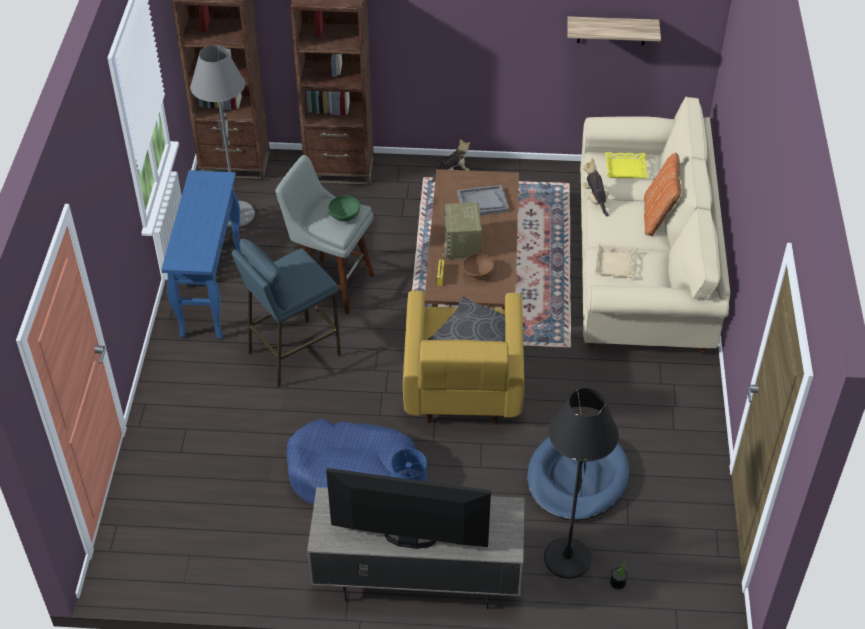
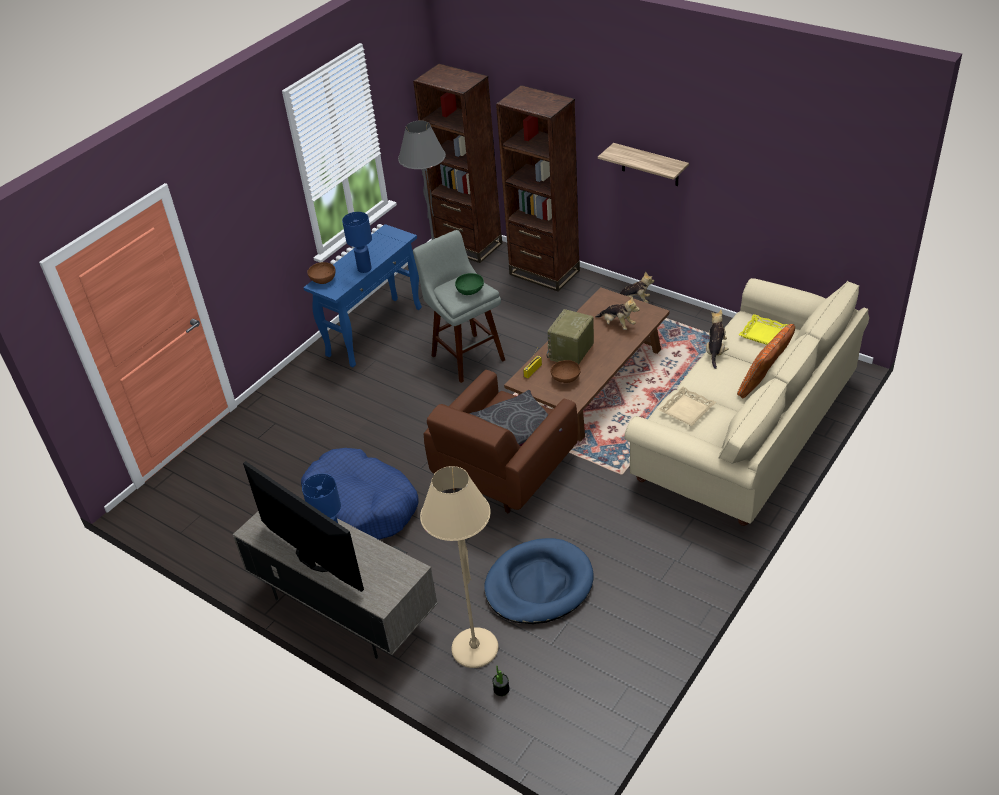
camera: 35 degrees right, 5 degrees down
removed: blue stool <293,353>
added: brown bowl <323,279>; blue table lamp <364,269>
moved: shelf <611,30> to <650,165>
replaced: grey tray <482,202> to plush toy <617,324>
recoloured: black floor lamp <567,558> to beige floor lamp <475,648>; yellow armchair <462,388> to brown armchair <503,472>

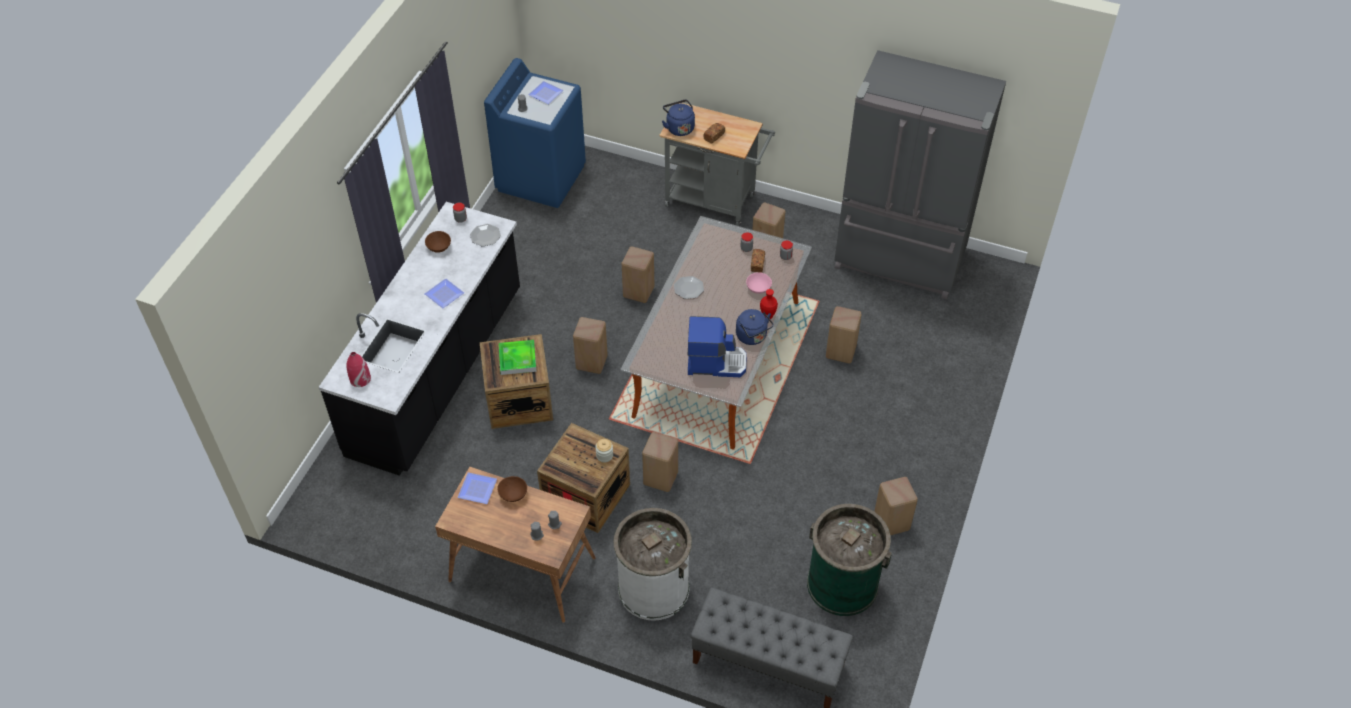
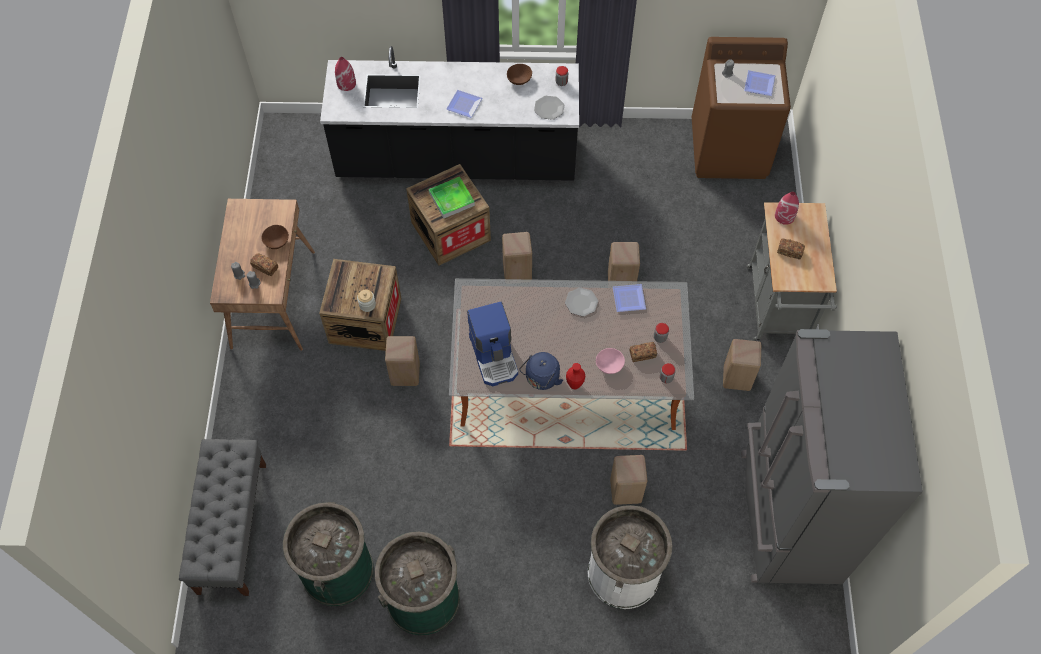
camera: 70 degrees right, 10 degrees up
added: bread <265,267>
moved: white trash can <653,588> to <623,573>; plate <478,490> to <628,300>
replaced: beige stool <891,523> to green trash can <423,598>; blue kettle <679,127> to red vase <785,216>
recoloured: blue washing machine <541,177> to brown washing machine <729,149>

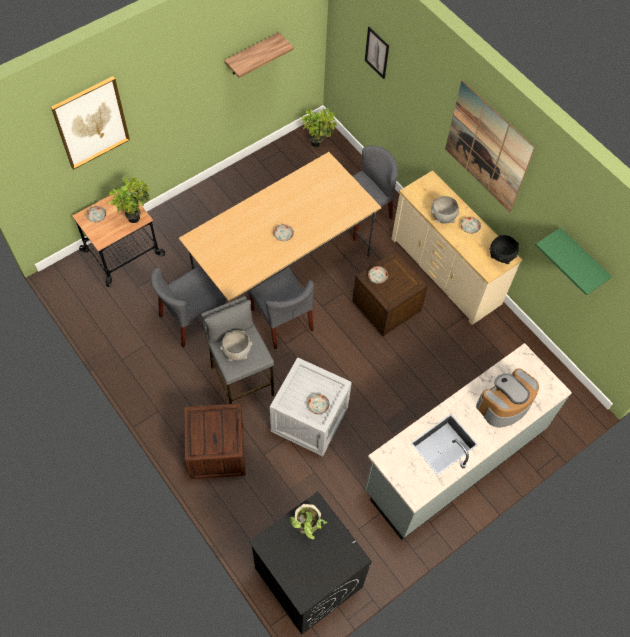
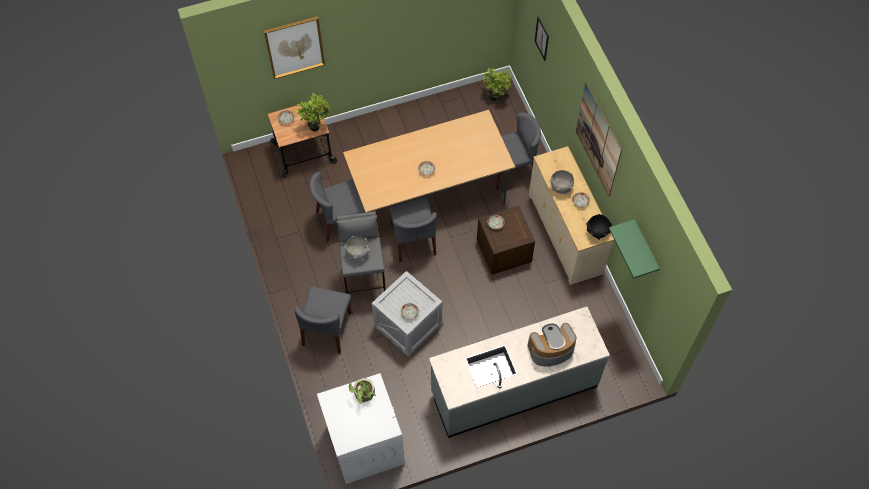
camera: 20 degrees right, 0 degrees up
removed: shelf <252,54>
replaced: crate <217,451> to grey chair <327,329>
recoloured: black washing machine <307,577> to white washing machine <364,444>

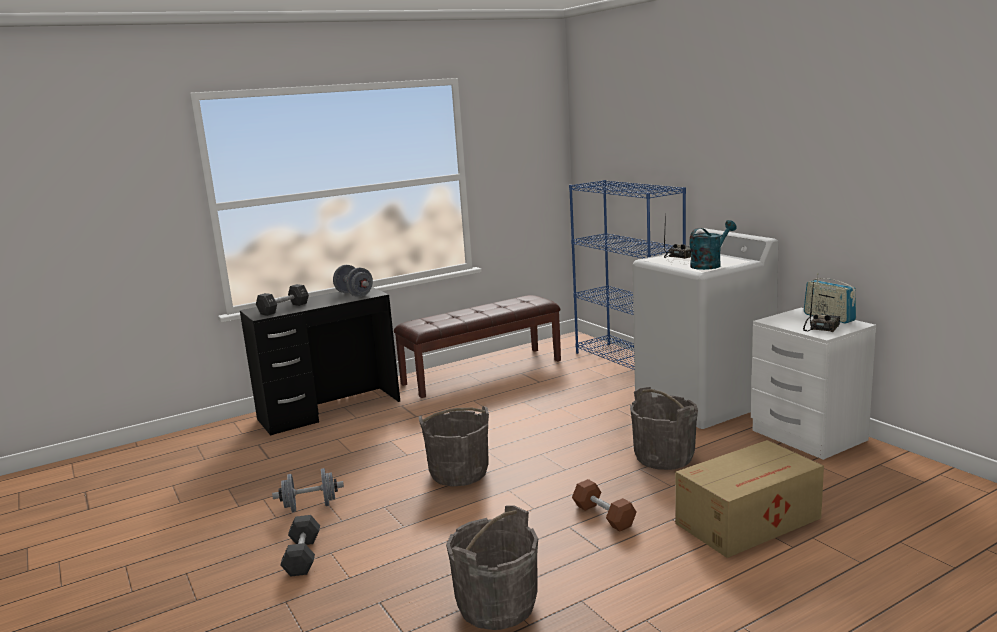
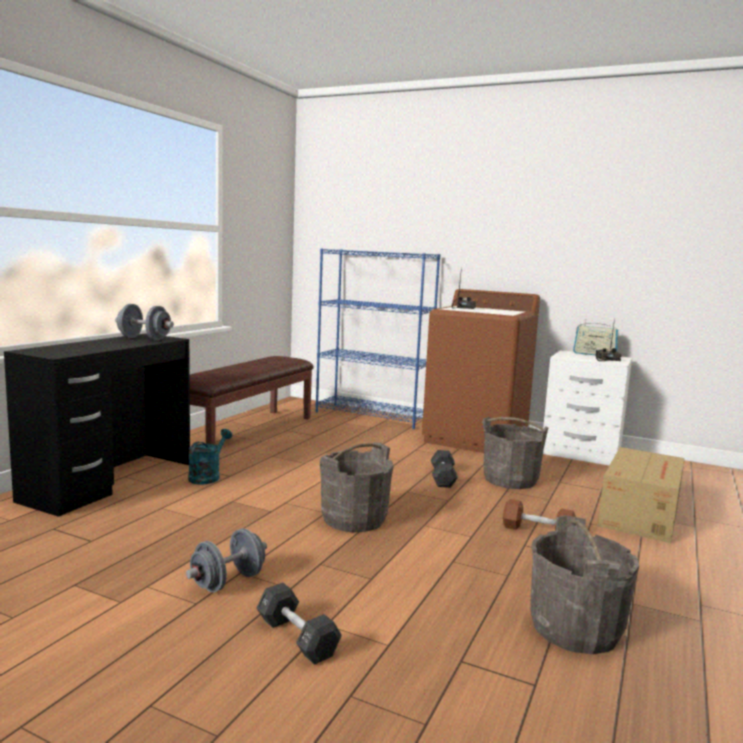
camera: 35 degrees left, 5 degrees down
moved: turquoise watering can <709,265> to <207,476>; black dumbbell <284,309> to <443,478>
recoloured: white washing machine <703,402> to brown washing machine <476,439>

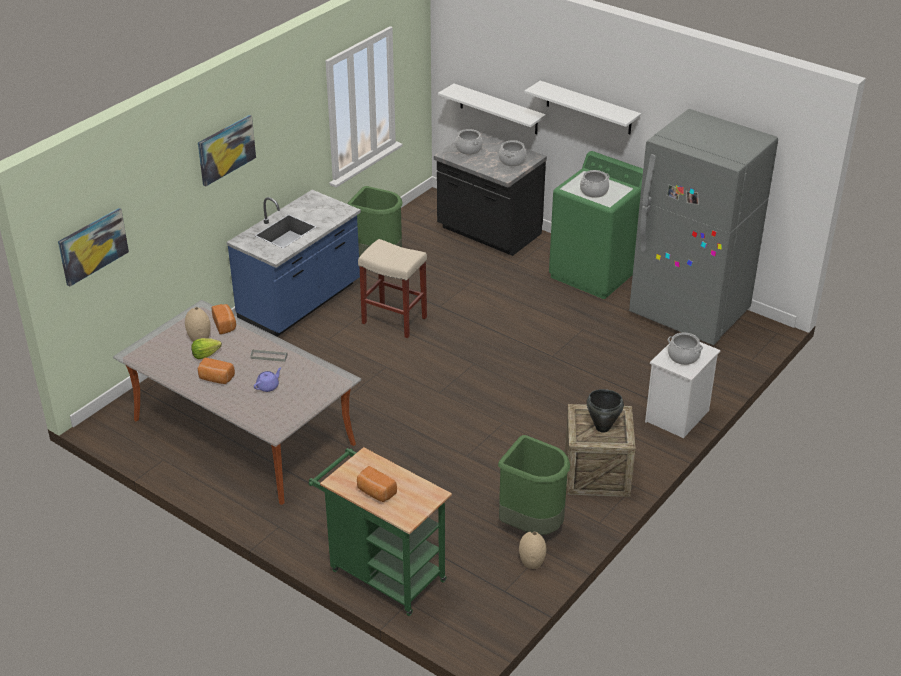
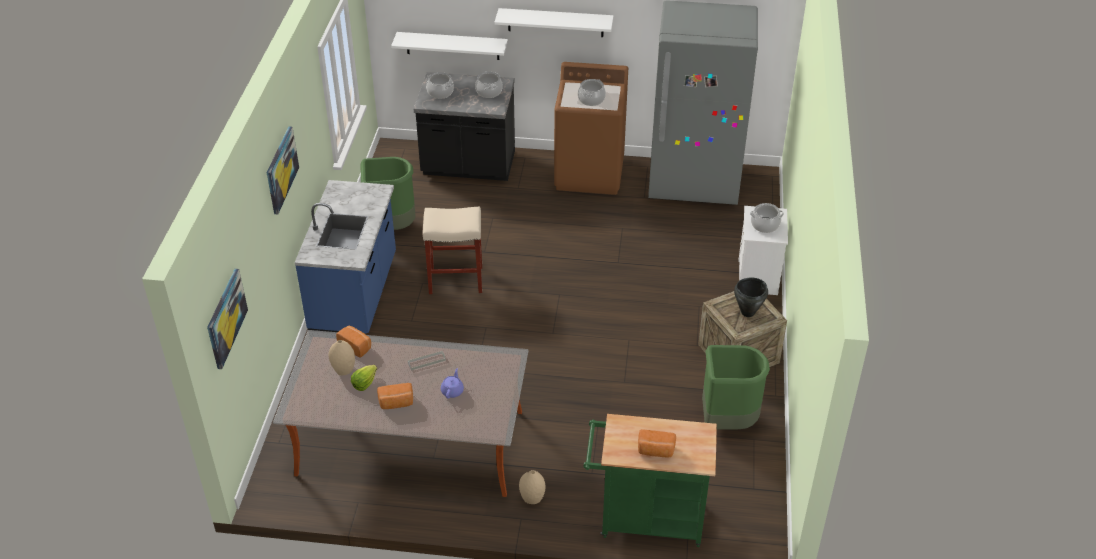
camera: 30 degrees left, 5 degrees up
moved: beige vase <532,562> to <532,498>
recoloured: green washing machine <594,273> to brown washing machine <590,173>

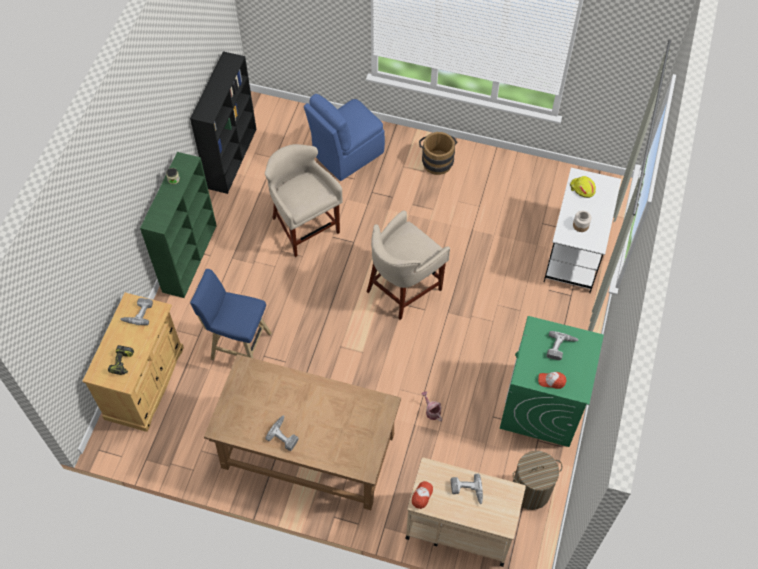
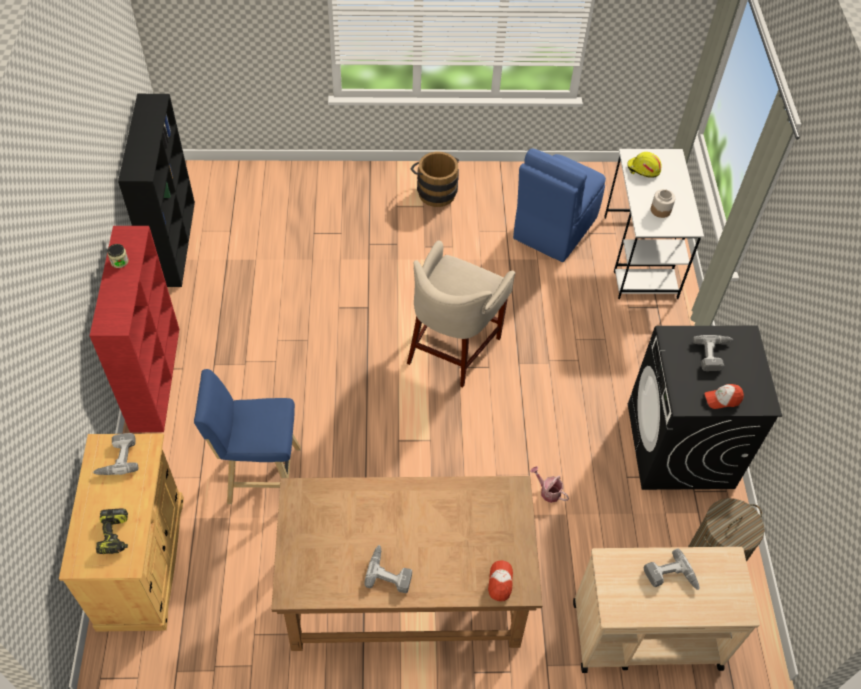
camera: 20 degrees left, 5 degrees down
removed: beige stool <304,227>
moved: cap <422,496> to <500,582>; blue chair <346,154> to <553,229>
recoloured: green bookcase <190,257> to red bookcase <155,377>; green washing machine <542,405> to black washing machine <680,446>

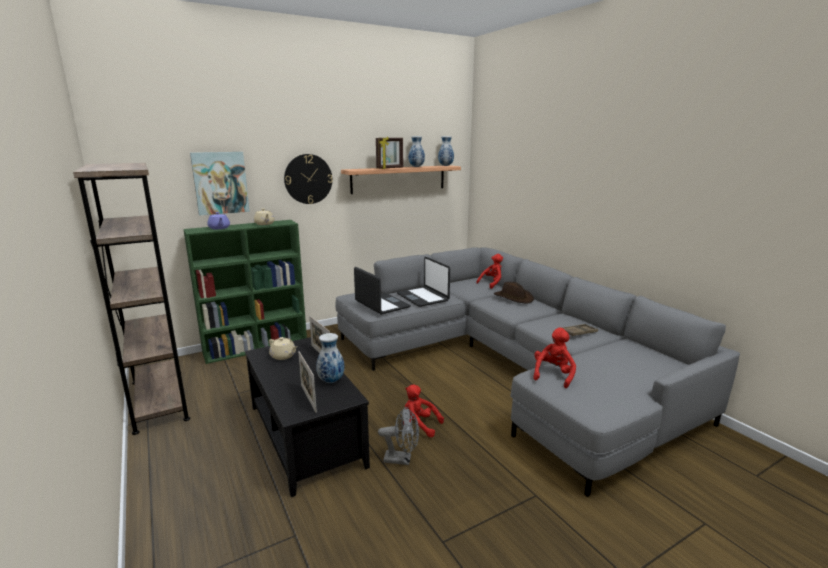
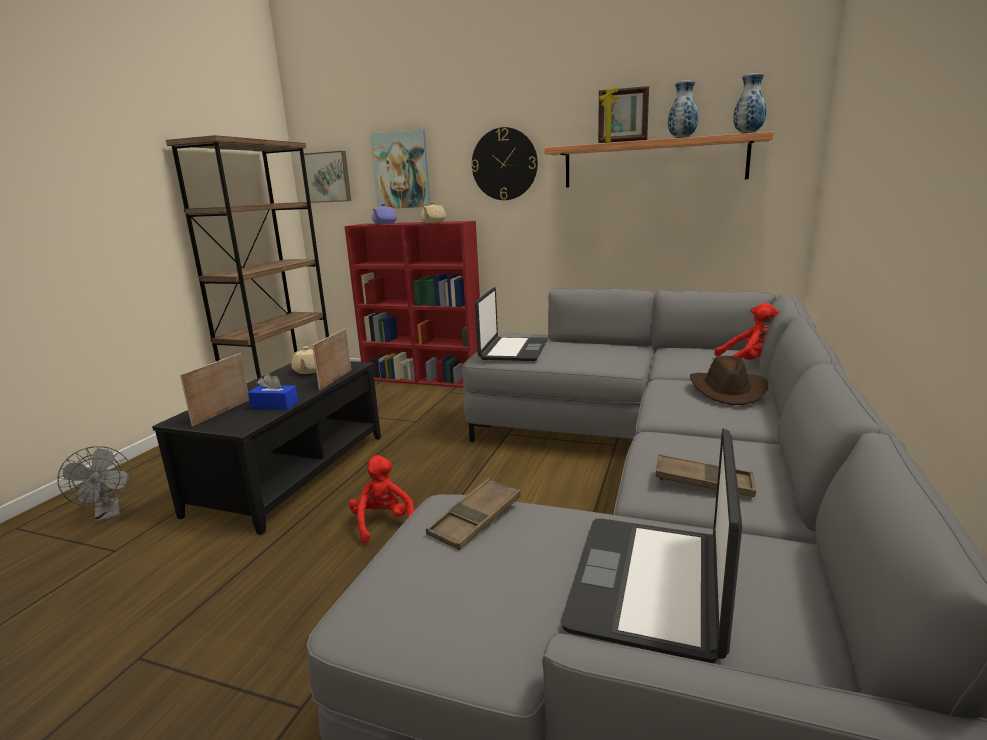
camera: 50 degrees right, 0 degrees up
added: picture <328,177>
moved: grey fan <402,459> to <108,515>; laptop <423,297> to <651,585>
replaced: vase <331,380> to blue tissue box <275,405>; red plush toy <553,375> to brown tray <475,519>
recoloured: green bookcase <257,347> to red bookcase <424,379>

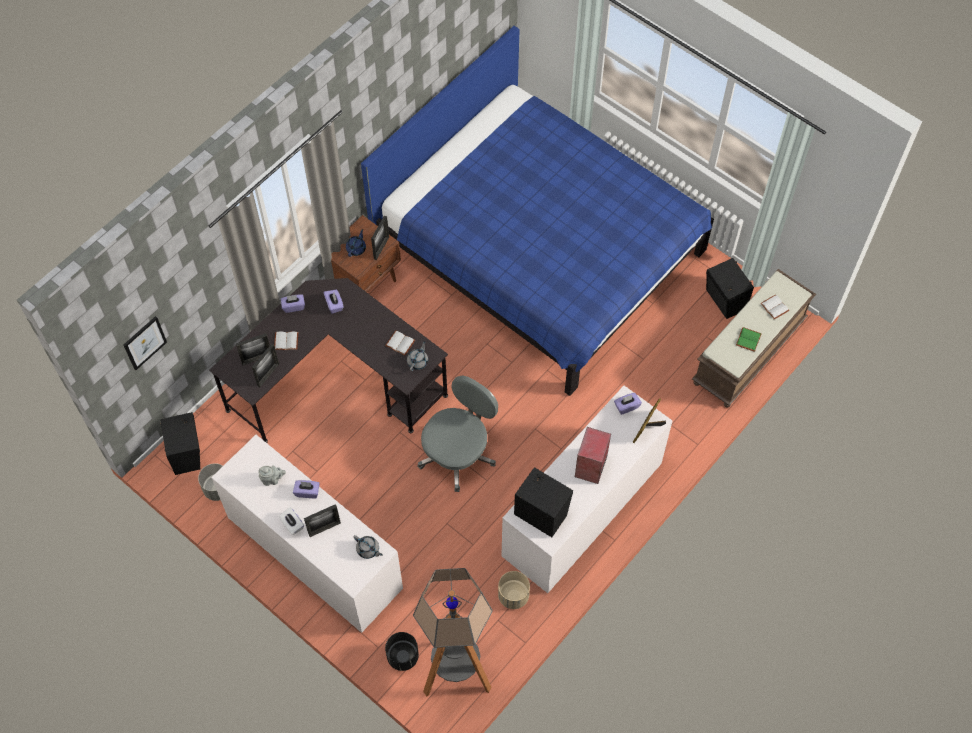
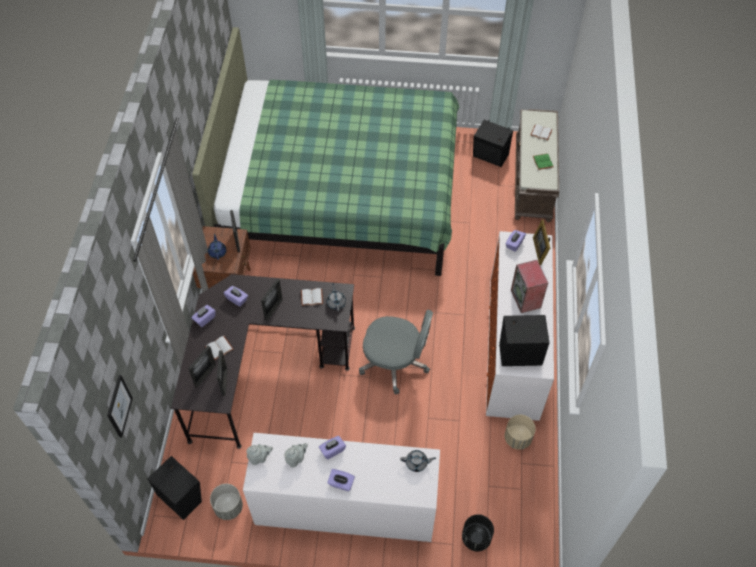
camera: 35 degrees left, 5 degrees down
removed: floor lamp <456,673>
added: grey teapot <260,458>
moved: picture frame <324,528> to <273,309>
recoloured: blue bed <539,251> to green bed <339,192>; white tissue box <292,524> to purple tissue box <341,483>
turned: grey office chair <458,453> = <395,363> 105 degrees clockwise

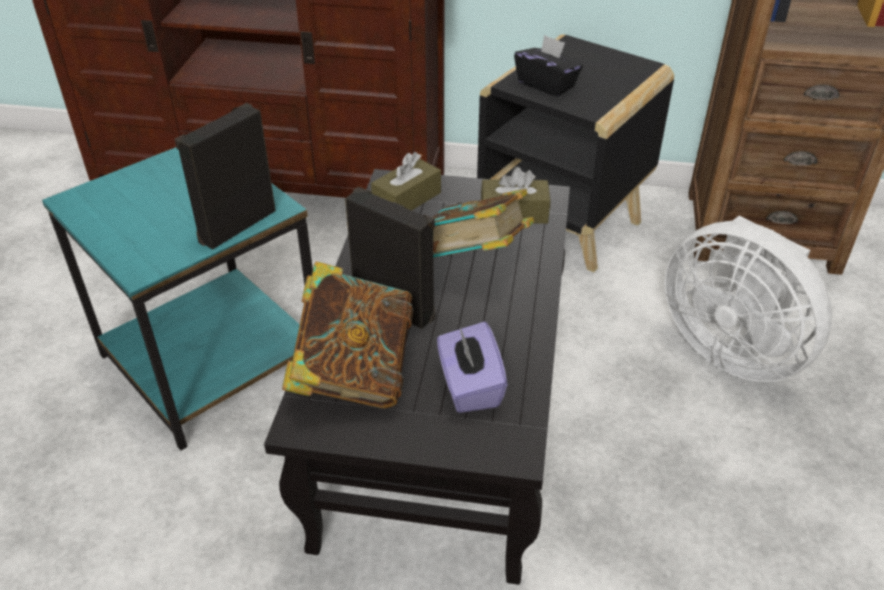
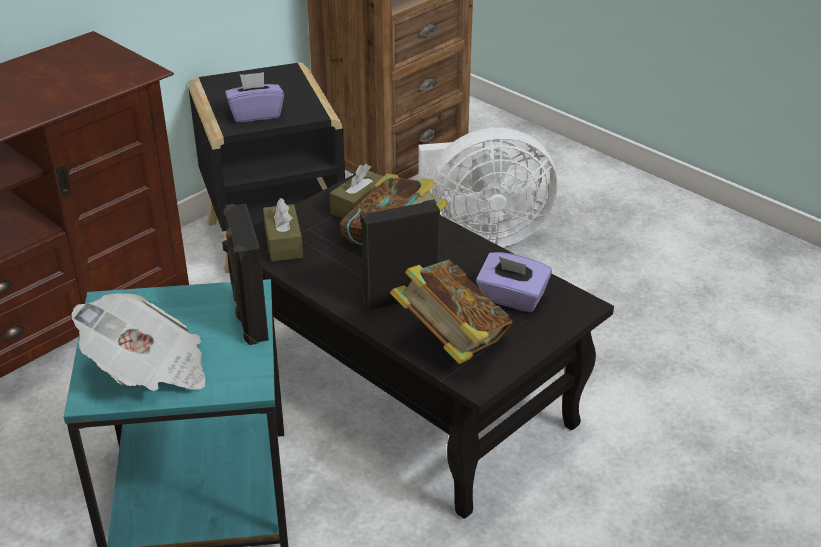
camera: 55 degrees left, 5 degrees down
added: newspaper <148,370>
recoloured: black tissue box <546,84> to purple tissue box <256,114>

